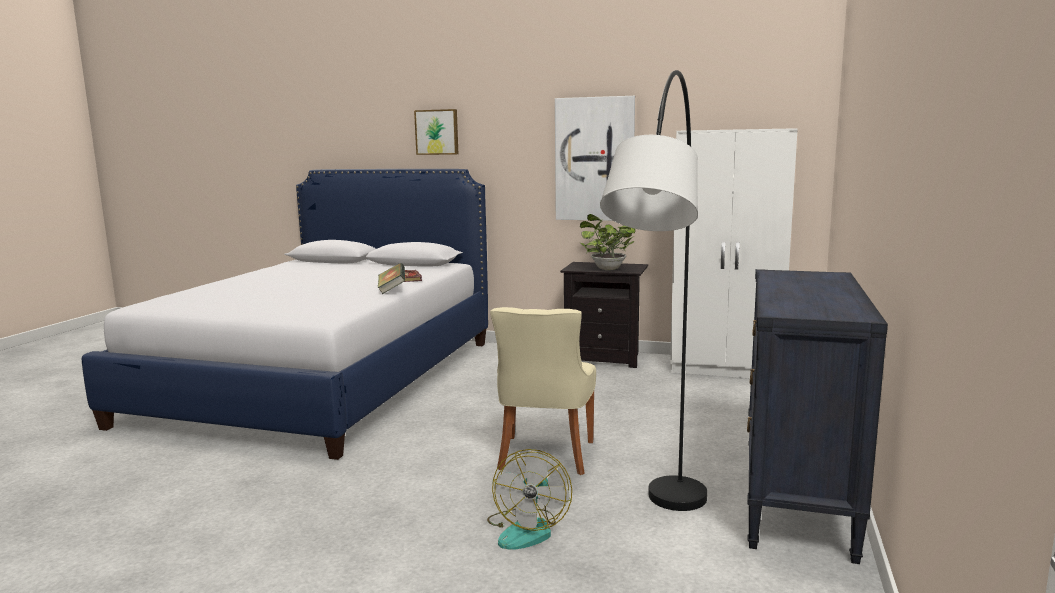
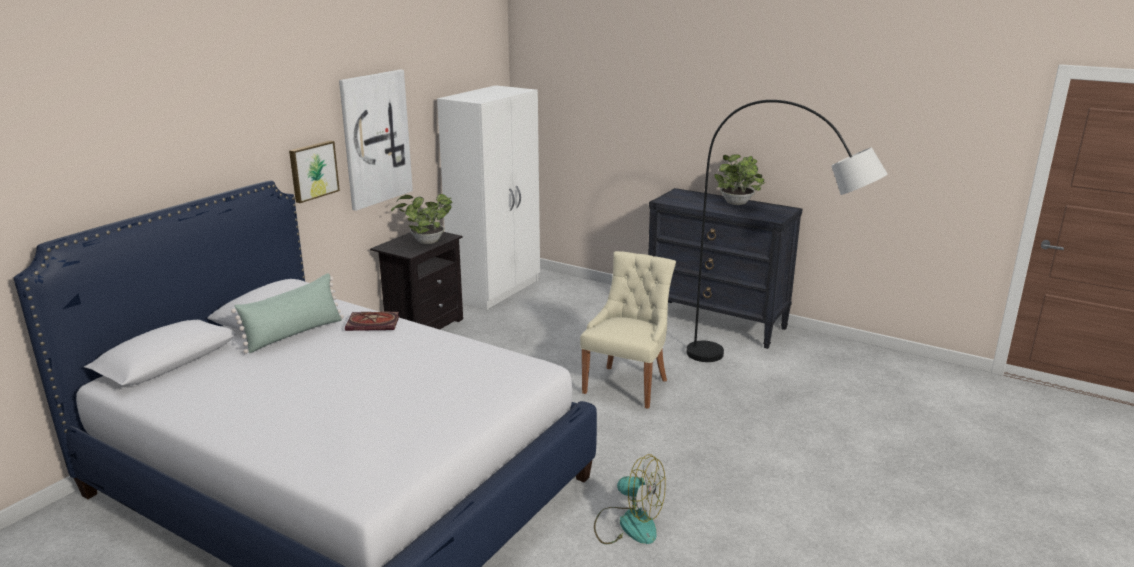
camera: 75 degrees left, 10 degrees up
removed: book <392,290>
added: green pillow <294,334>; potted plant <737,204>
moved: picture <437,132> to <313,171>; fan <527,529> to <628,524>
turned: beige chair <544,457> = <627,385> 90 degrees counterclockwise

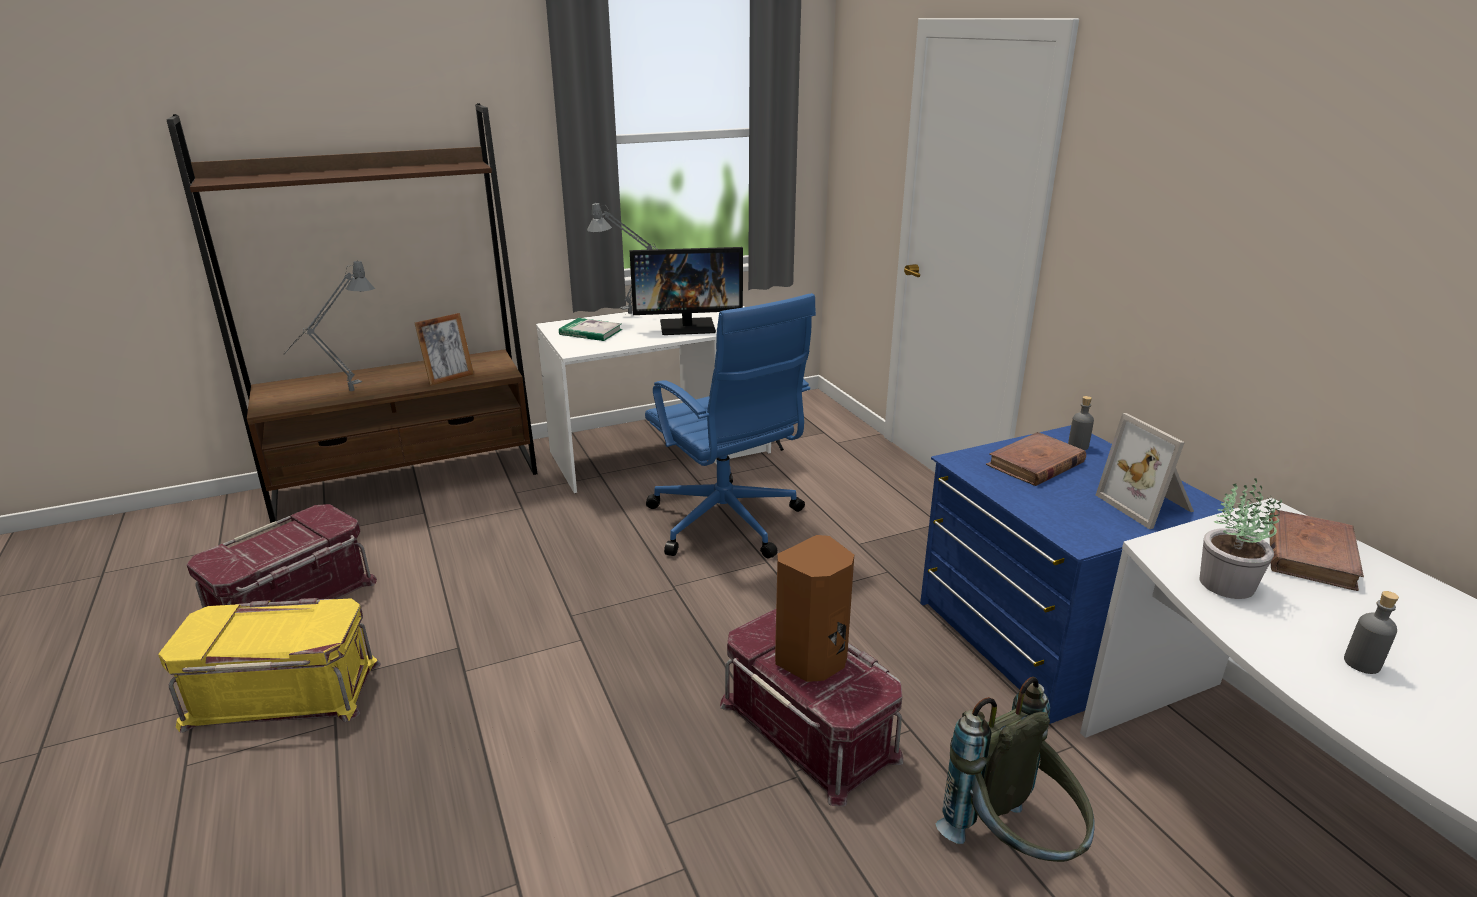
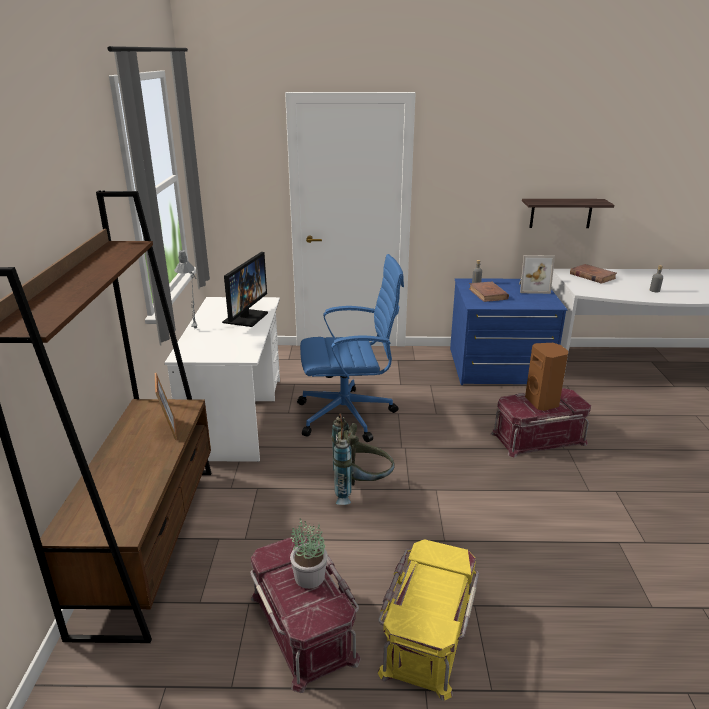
camera: 65 degrees left, 0 degrees up
removed: grey table lamp <346,394>; book <590,332>
added: shelf <561,213>
moved: potted plant <1225,583> to <309,576>; grey backpack <1014,847> to <361,490>

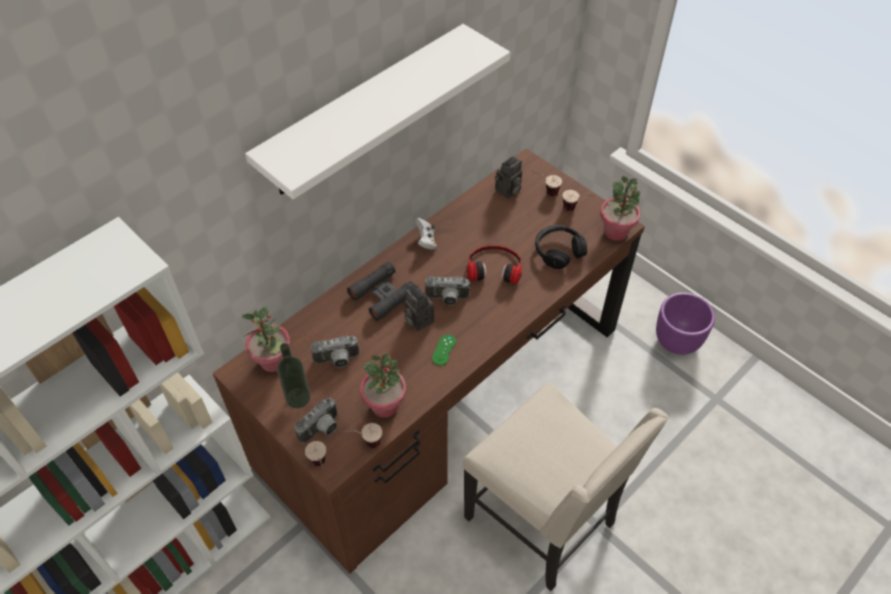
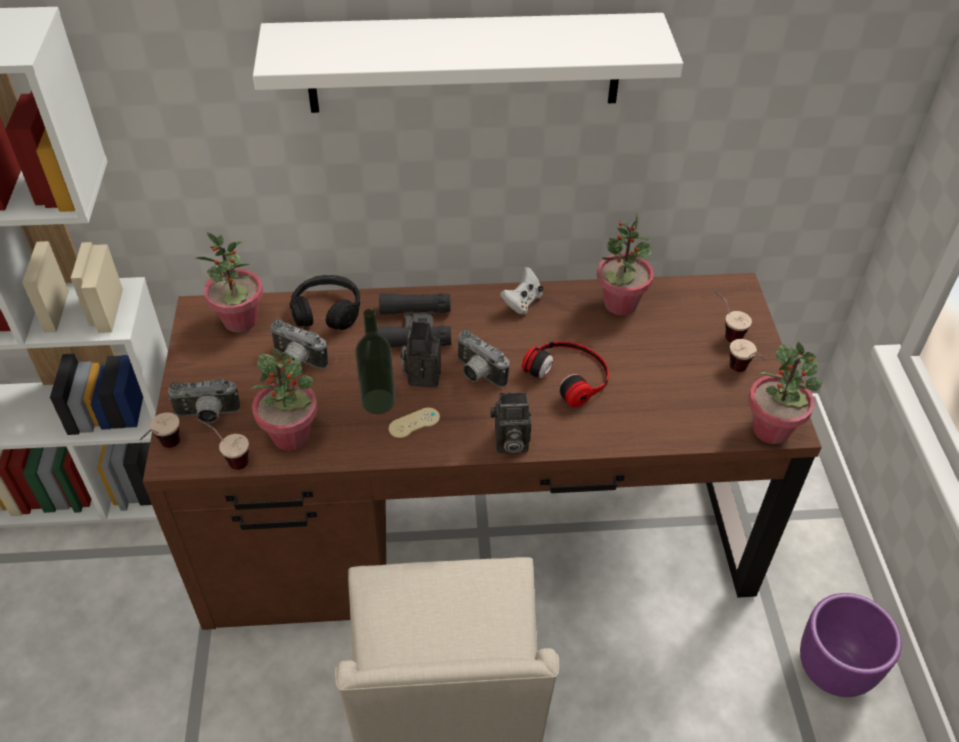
camera: 40 degrees right, 5 degrees down
added: potted plant <620,304>
moved: black headphones <558,251> to <327,311>; bottle <298,397> to <378,401>; photo camera <508,191> to <509,443>
recoloured: green game controller <444,350> to beige game controller <414,423>

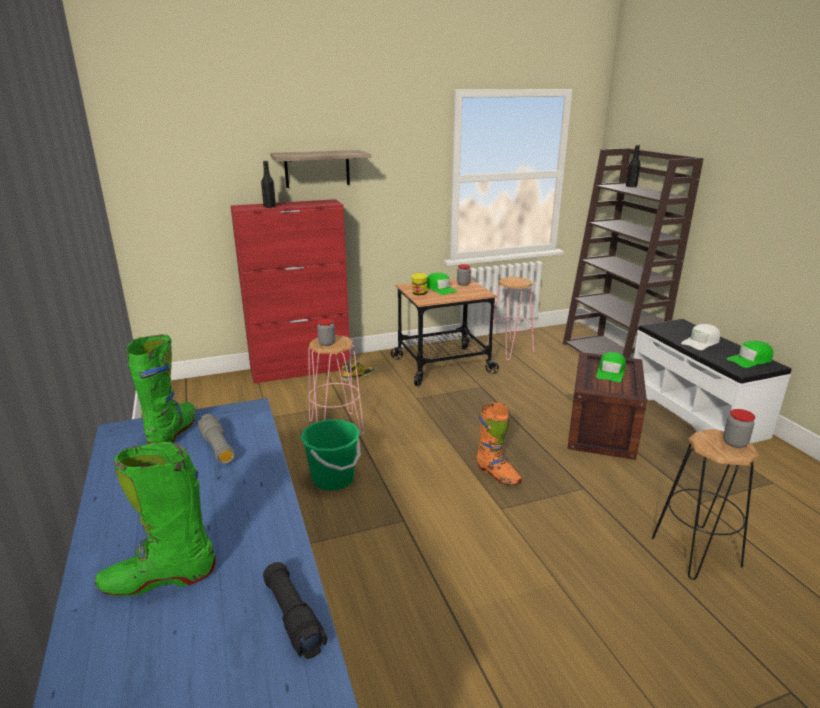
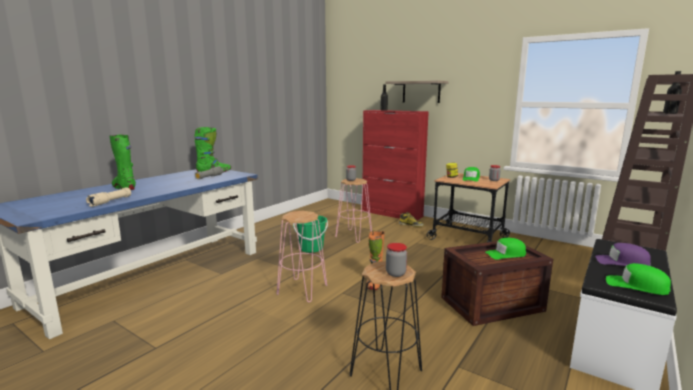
camera: 55 degrees right, 10 degrees down
moved: pink stool <510,350> to <302,290>
recoloured: black flashlight <293,617> to beige flashlight <110,202>; white cap <701,342> to purple cap <621,262>

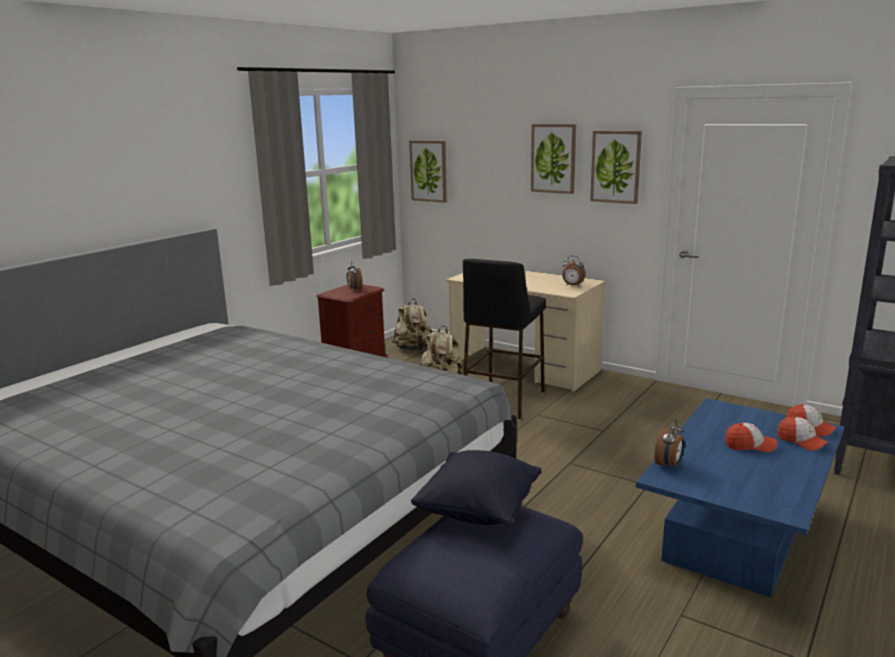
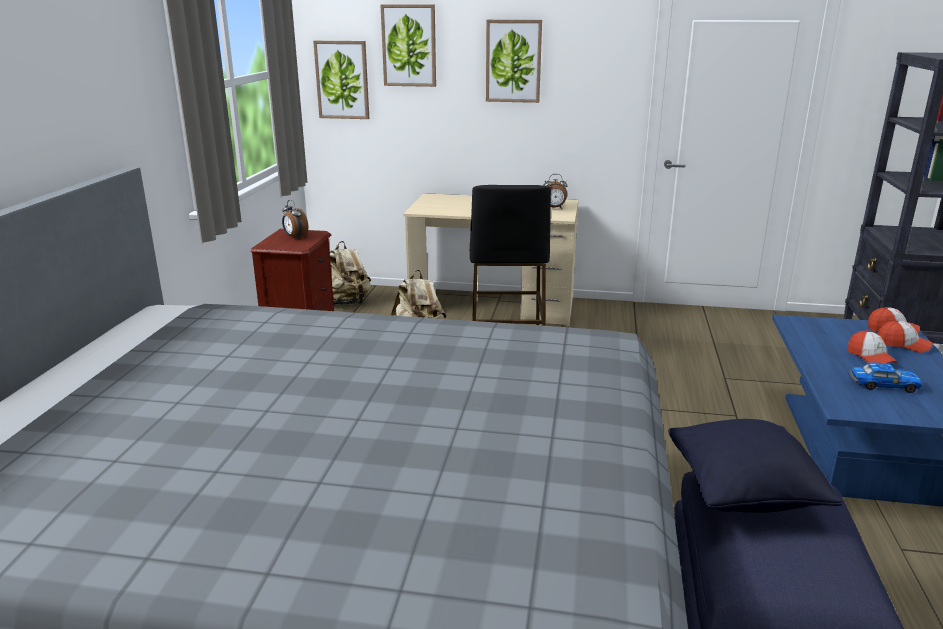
camera: 25 degrees left, 5 degrees up
removed: alarm clock <669,465>
added: toy car <882,385>
moved: picture <616,167> to <409,45>
turned: cap <750,445> = <870,357> 90 degrees clockwise

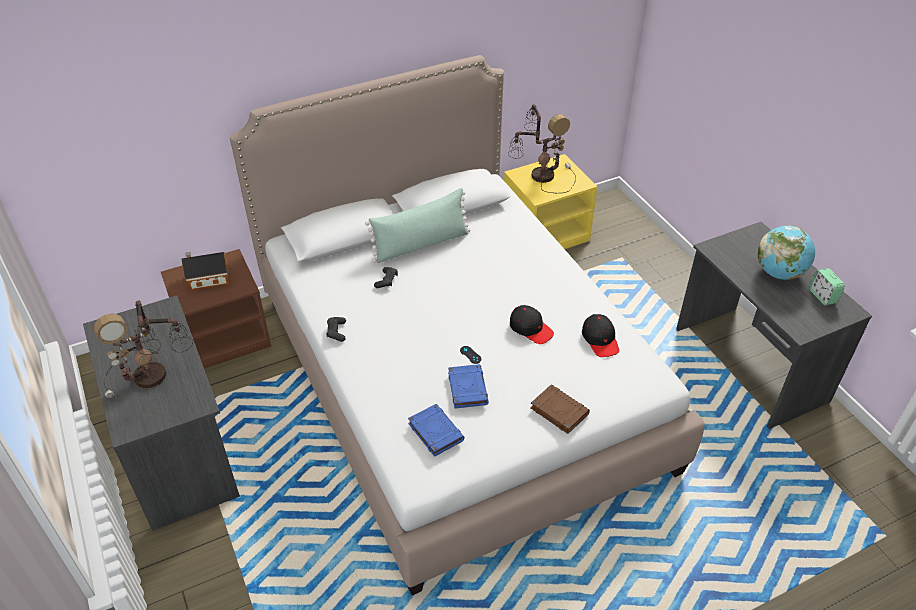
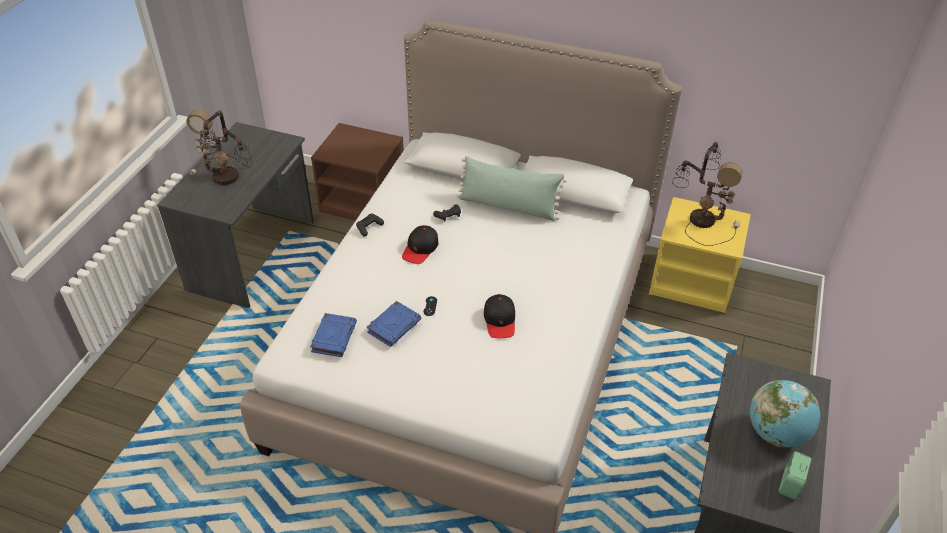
camera: 45 degrees right, 0 degrees up
removed: toy house <207,278>; brown book <558,411>
moved: black cap <600,340> to <420,249>

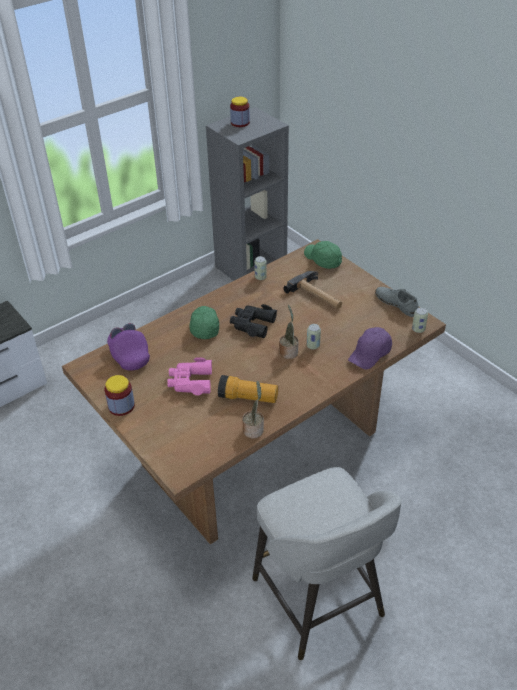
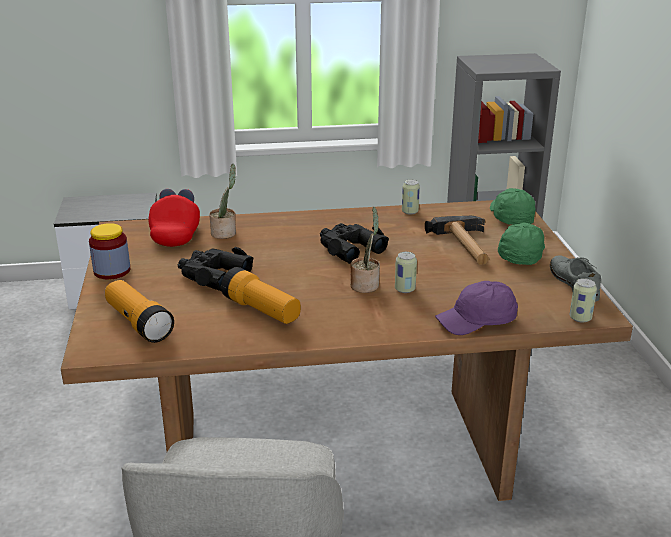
camera: 30 degrees right, 15 degrees down
removed: jar <240,123>
added: flashlight <138,323>
moved: potted plant <254,429> to <225,233>; green cap <204,326> to <521,254>
recoloured: purple cap <129,355> to red cap <176,233>; pink binoculars <190,382> to black binoculars <212,275>

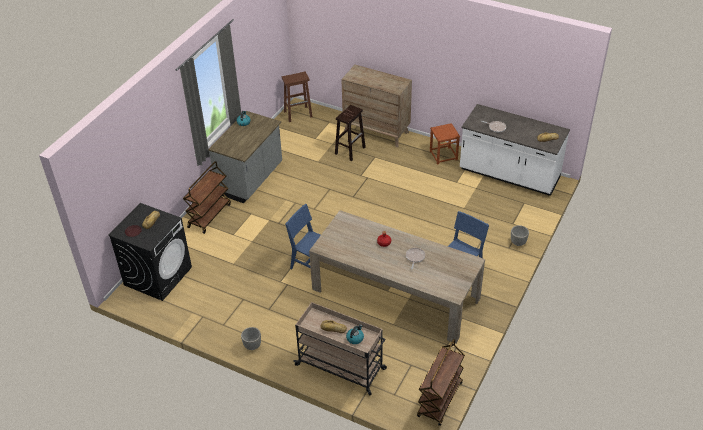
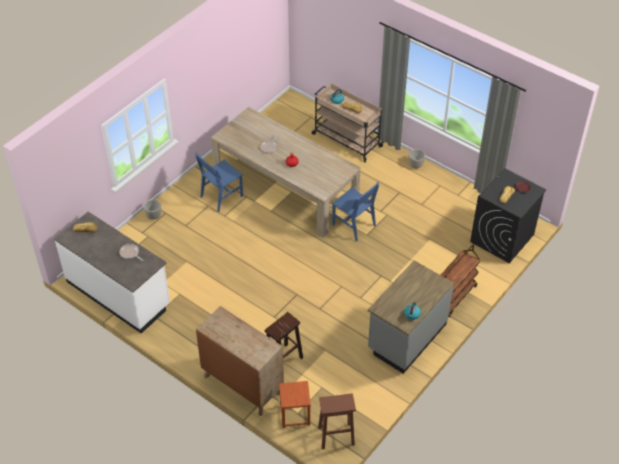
camera: 170 degrees left, 5 degrees up
removed: brown cart <440,400>
moved: brown stool <443,155> to <295,415>

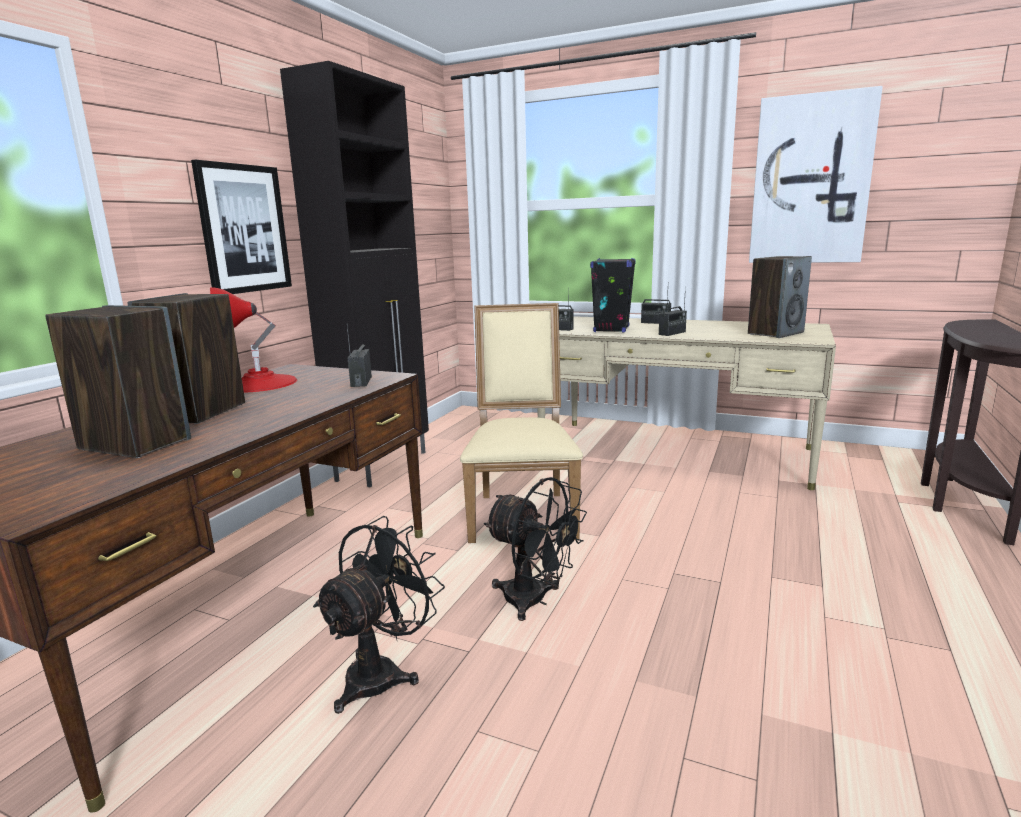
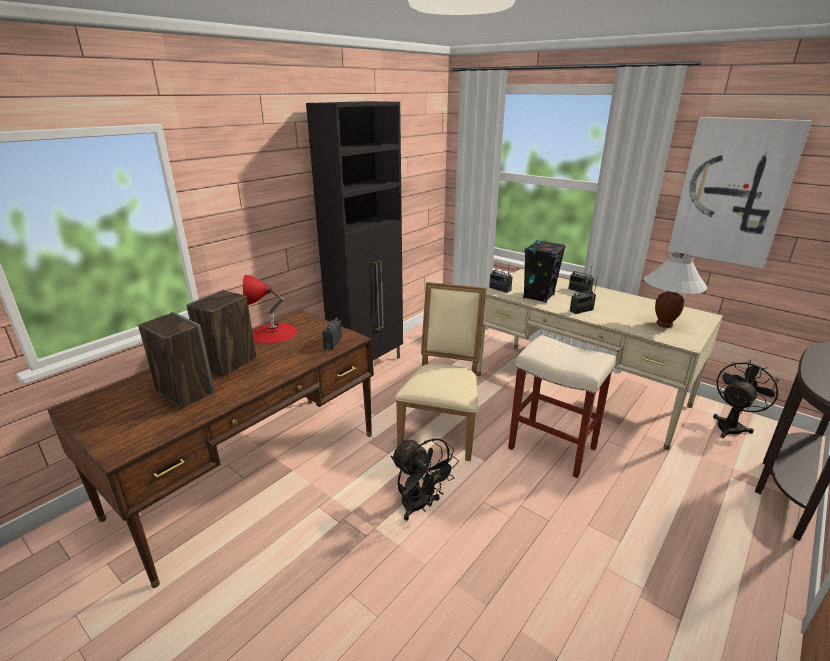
camera: 15 degrees right, 10 degrees up
removed: picture <244,229>
added: beige stool <550,448>
moved: black fan <382,673> to <731,426>
replaced: speaker <775,333> to white table lamp <664,324>

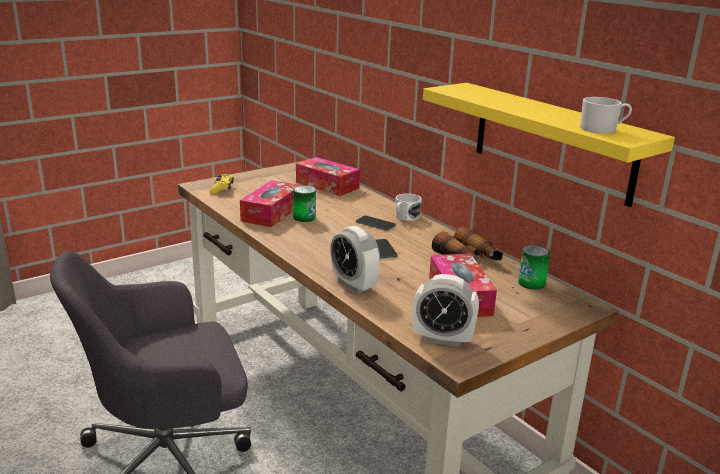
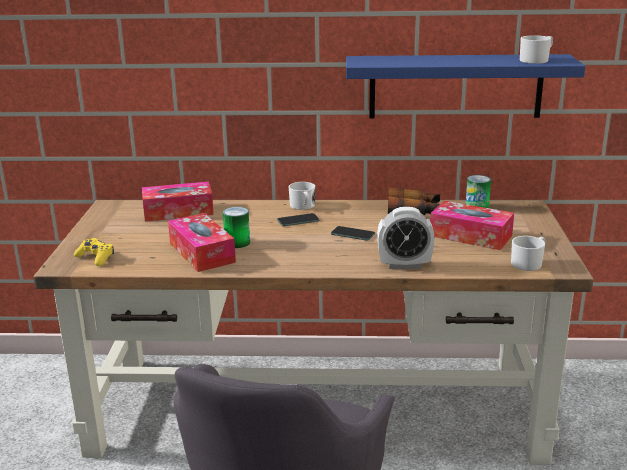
camera: 50 degrees left, 0 degrees up
replaced: alarm clock <442,339> to white mug <529,263>
recoloured: yellow shelf <552,142> to blue shelf <455,86>

